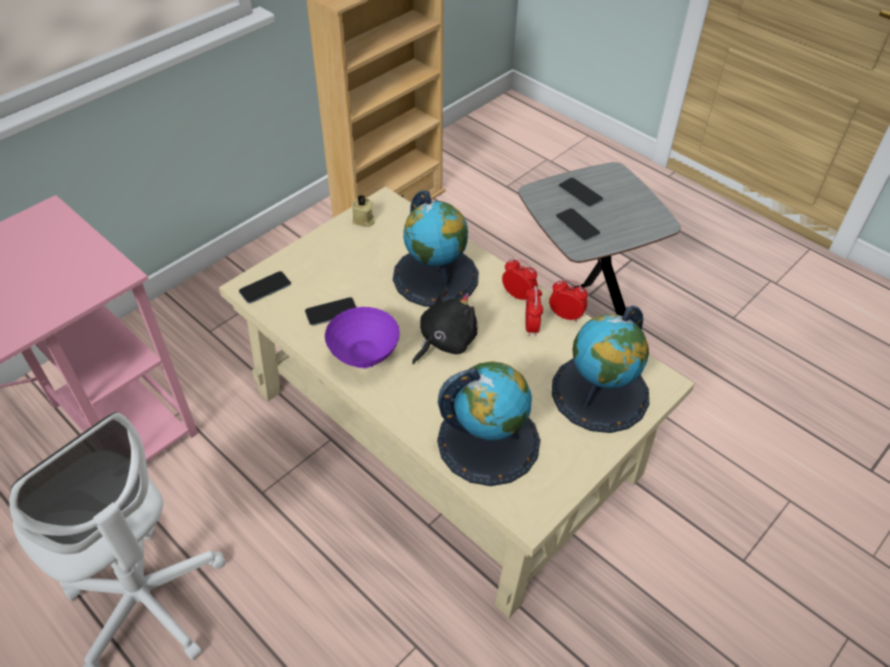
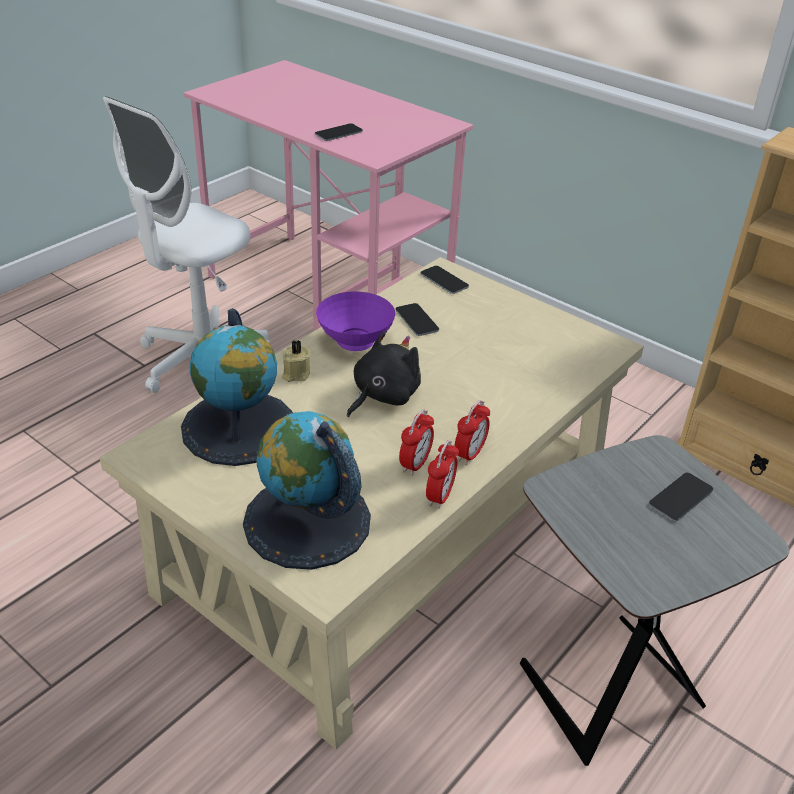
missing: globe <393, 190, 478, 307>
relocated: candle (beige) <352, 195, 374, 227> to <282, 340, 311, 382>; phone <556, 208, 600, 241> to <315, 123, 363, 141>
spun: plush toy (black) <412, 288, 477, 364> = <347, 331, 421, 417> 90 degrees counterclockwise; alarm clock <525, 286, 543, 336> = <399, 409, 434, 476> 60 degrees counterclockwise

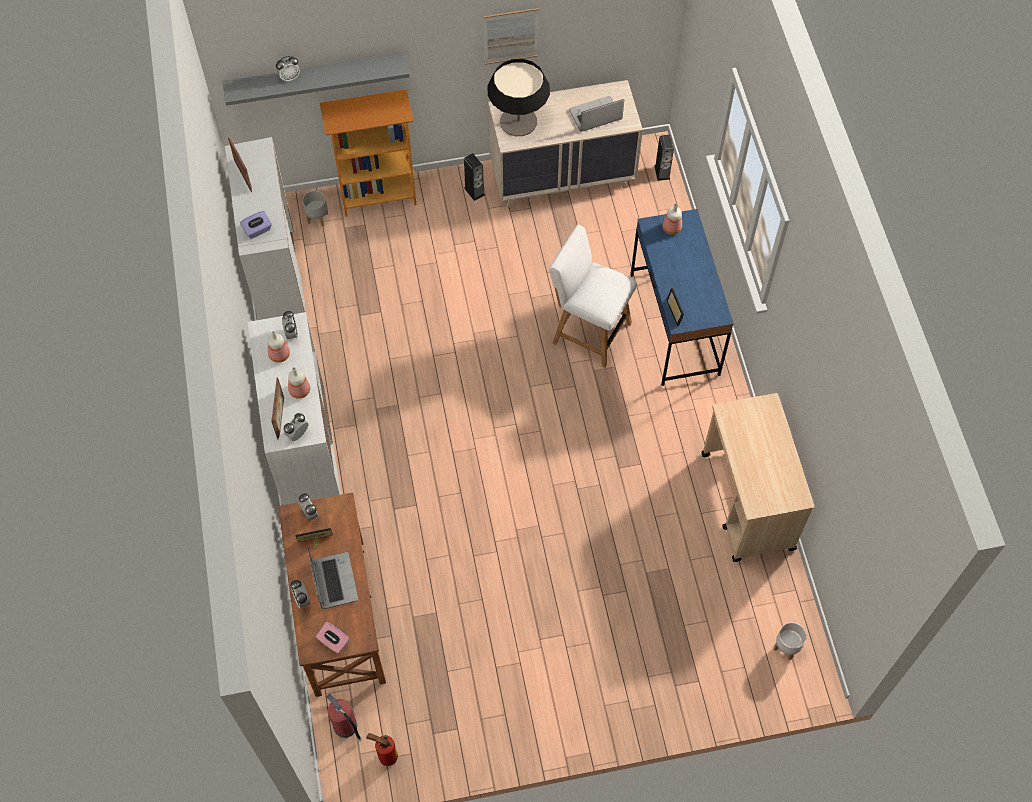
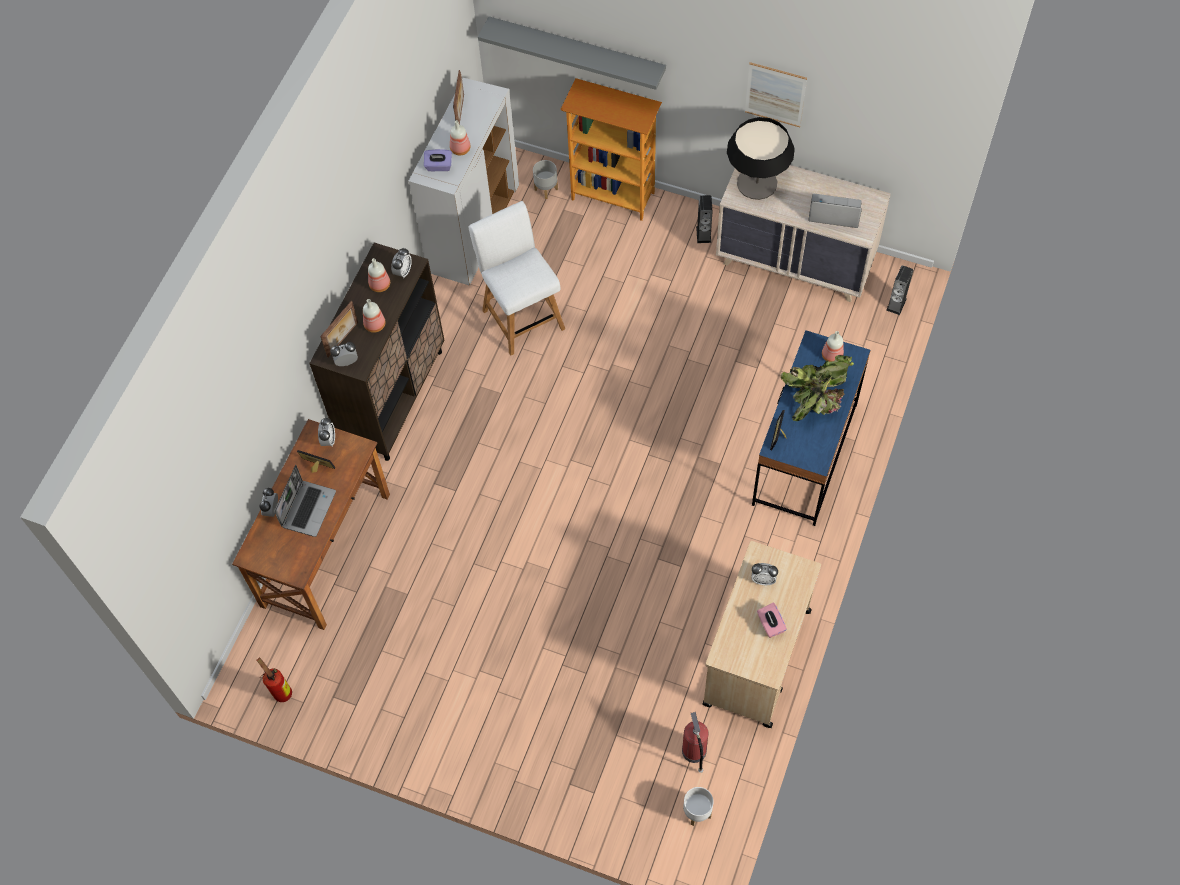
appeared: bottle <450, 120, 471, 155>; potted plant <781, 355, 854, 421>
relocated: chair (white) <549, 225, 636, 368> to <469, 201, 565, 356>; fire extinguisher <326, 693, 362, 742> to <682, 712, 708, 773>; alarm clock <276, 56, 300, 81> to <751, 563, 778, 585>; tissue box (pink) <316, 622, 350, 654> to <757, 603, 787, 638>
colour: cabinet (white) <247, 312, 341, 505> to cabinet (brown) <309, 243, 445, 461>

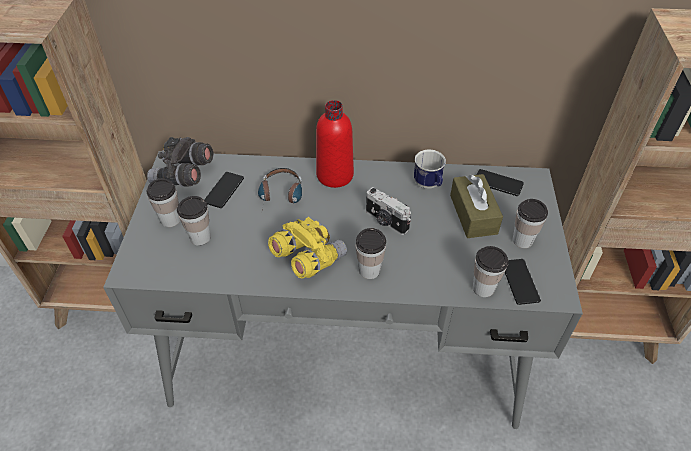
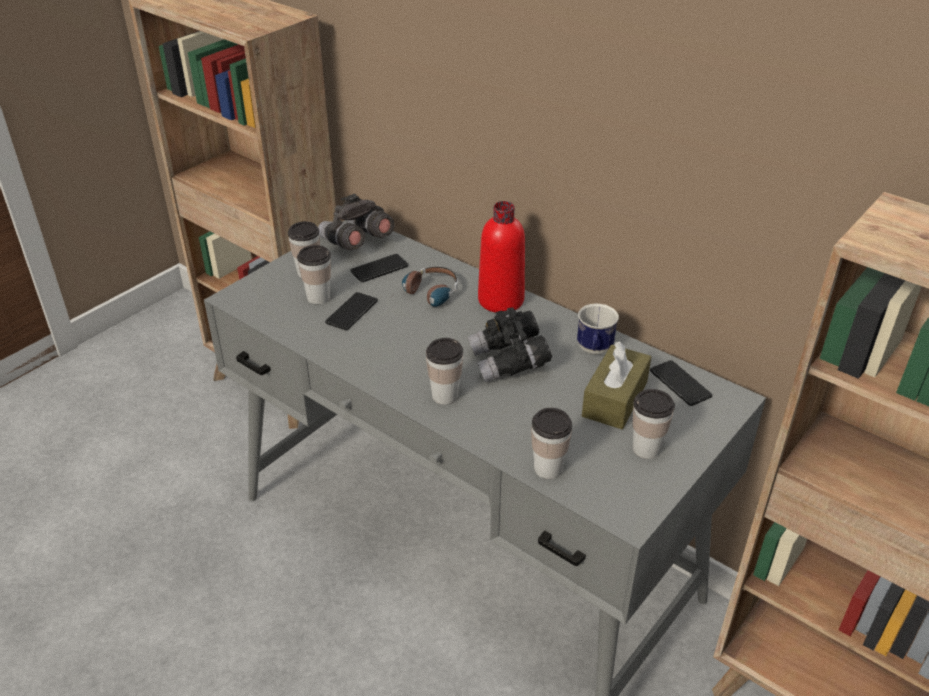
missing: binoculars (yellow) <268, 217, 347, 278>
relocated: phone <505, 259, 541, 305> to <325, 292, 378, 330>
exchanged: photo camera <366, 187, 411, 235> to binoculars (black) <468, 307, 552, 382>

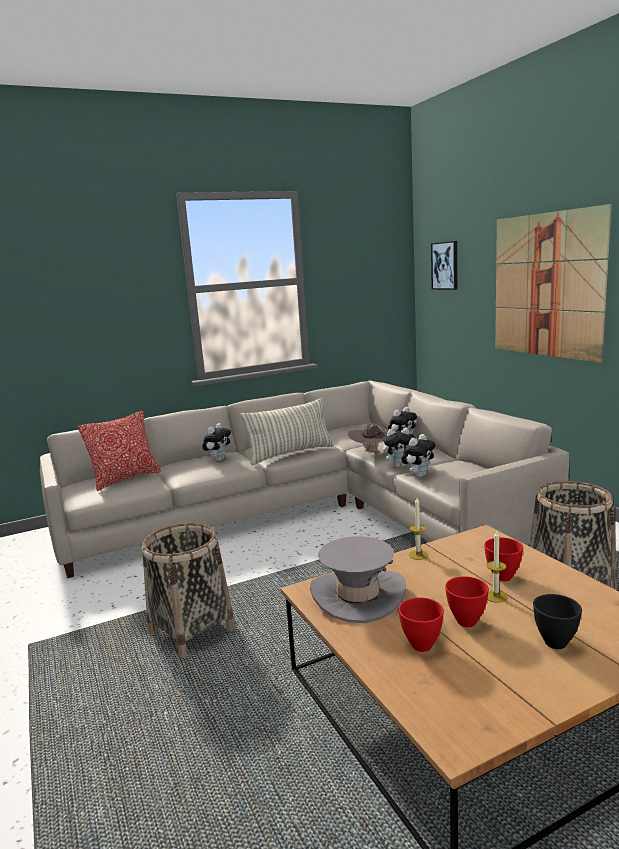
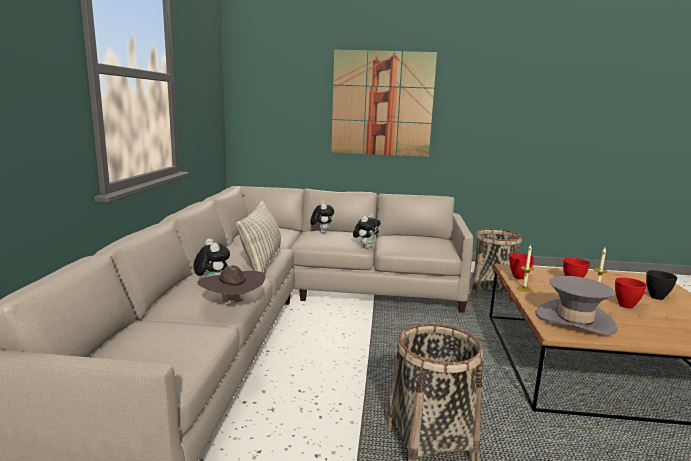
missing: pillow <78, 411, 161, 491>; plush toy <401, 434, 436, 478>; picture <431, 241, 457, 290>
relocated: hat (brown) <348, 424, 388, 453> to <198, 265, 266, 305>; bowl (red) <398, 597, 444, 652> to <509, 253, 535, 279>

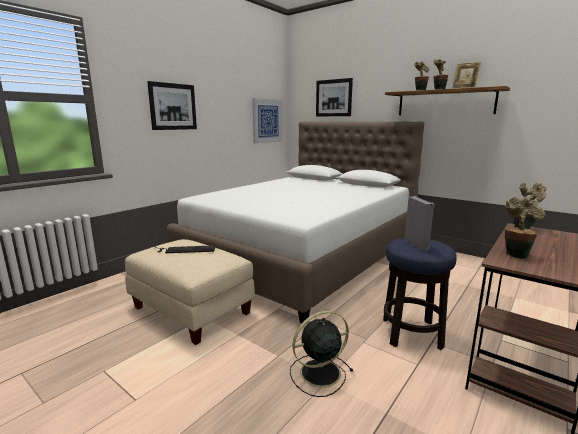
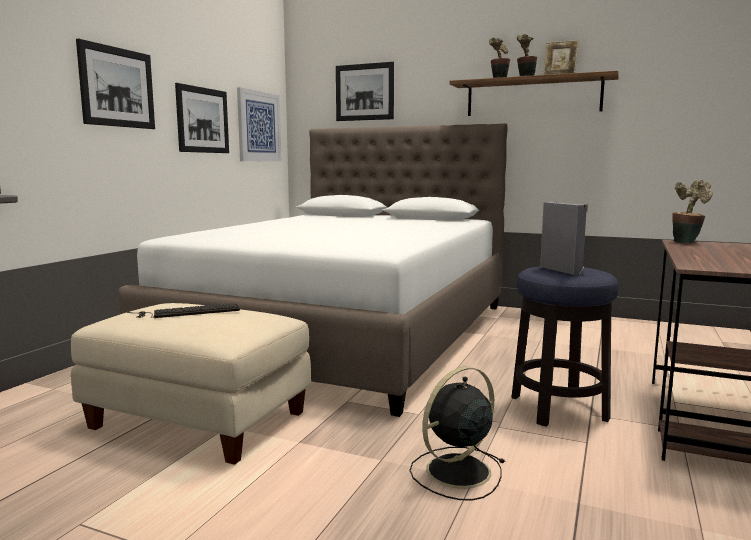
missing: potted plant <505, 197, 545, 259>
appeared: picture <175, 83, 229, 153>

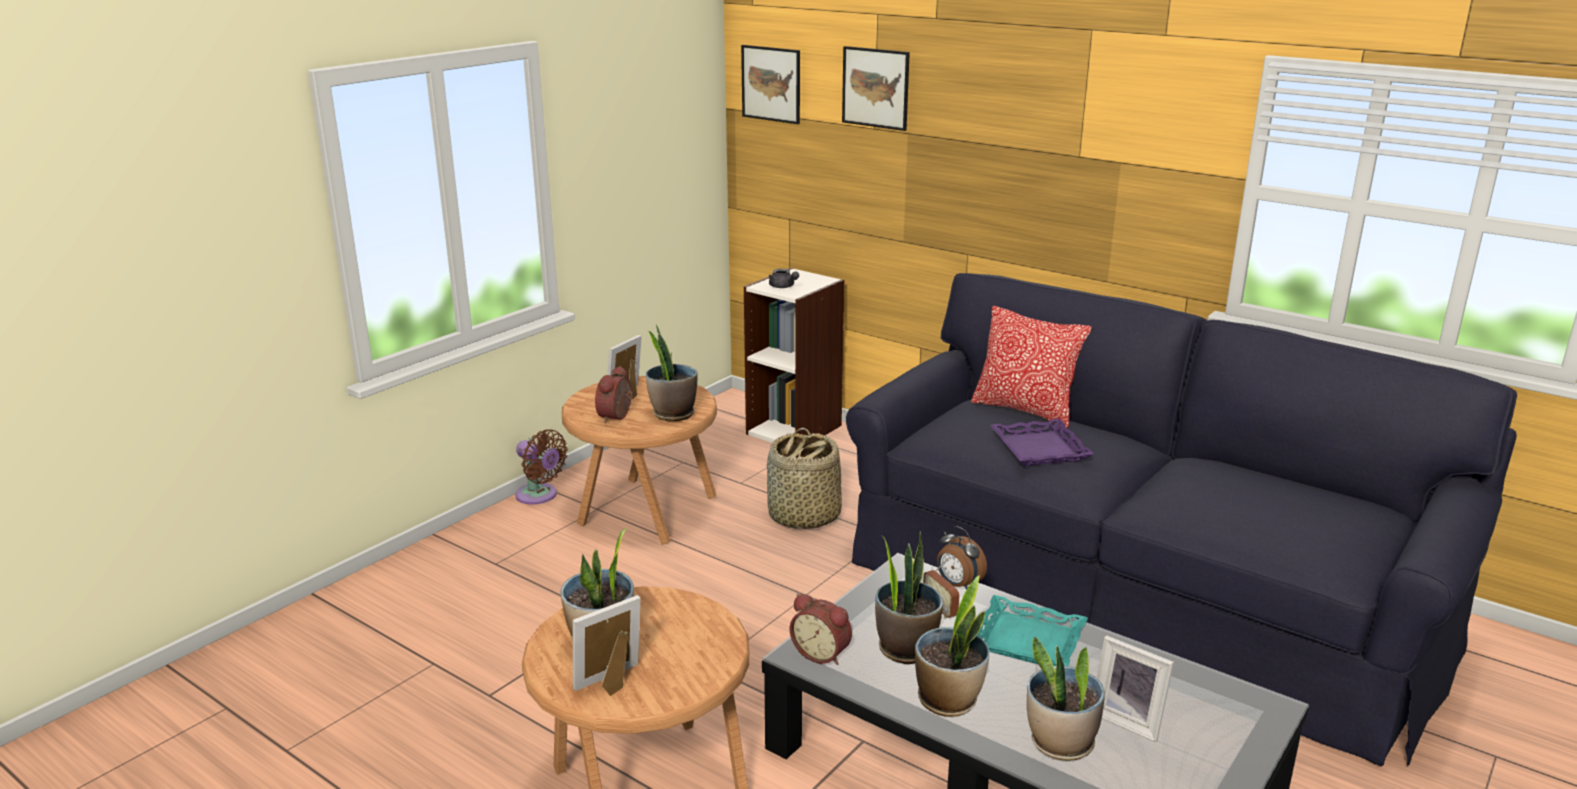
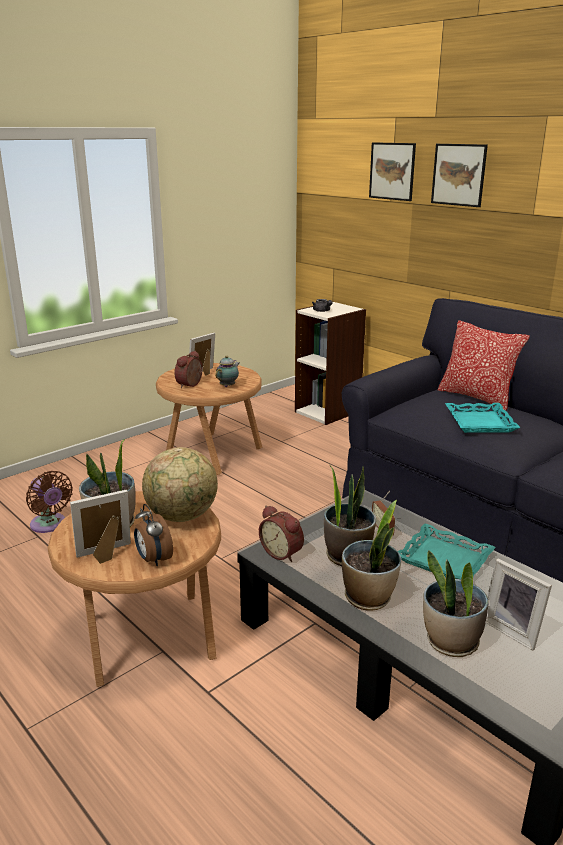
missing: basket <767, 428, 842, 529>
appeared: globe <142, 447, 218, 522>
relocated: fan (brown) <515, 430, 568, 504> to <26, 471, 73, 533>; alarm clock <937, 526, 987, 590> to <134, 504, 173, 566>; picture <741, 45, 800, 124> to <431, 144, 488, 207>
exchanged: potted plant <646, 325, 698, 421> to teapot <215, 355, 239, 387>
colour: tray (purple) <990, 419, 1094, 466> to tray (turquoise) <445, 403, 520, 433>

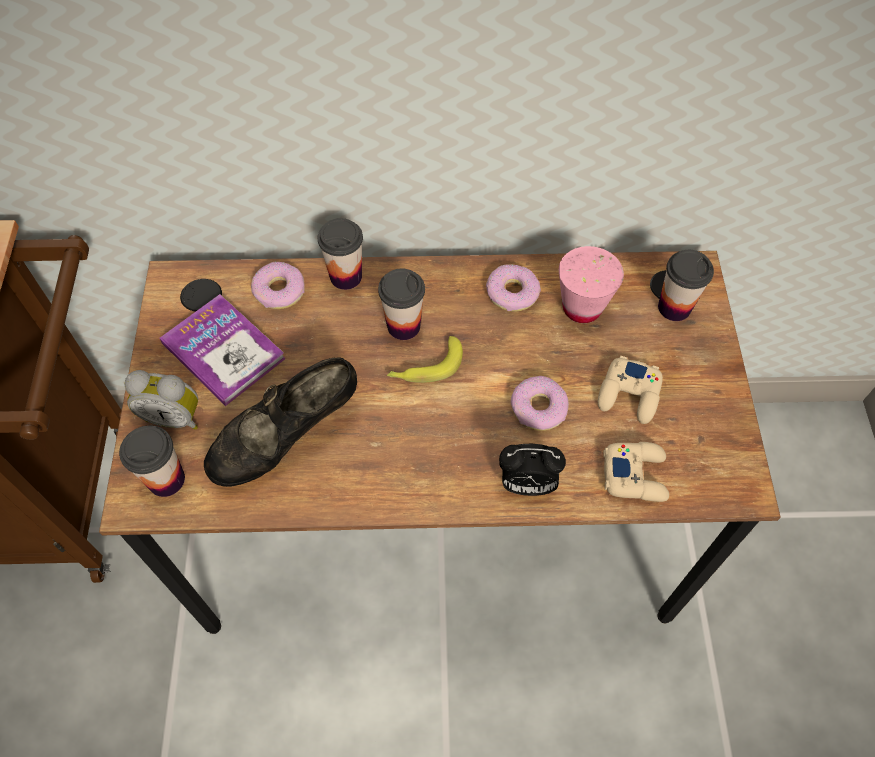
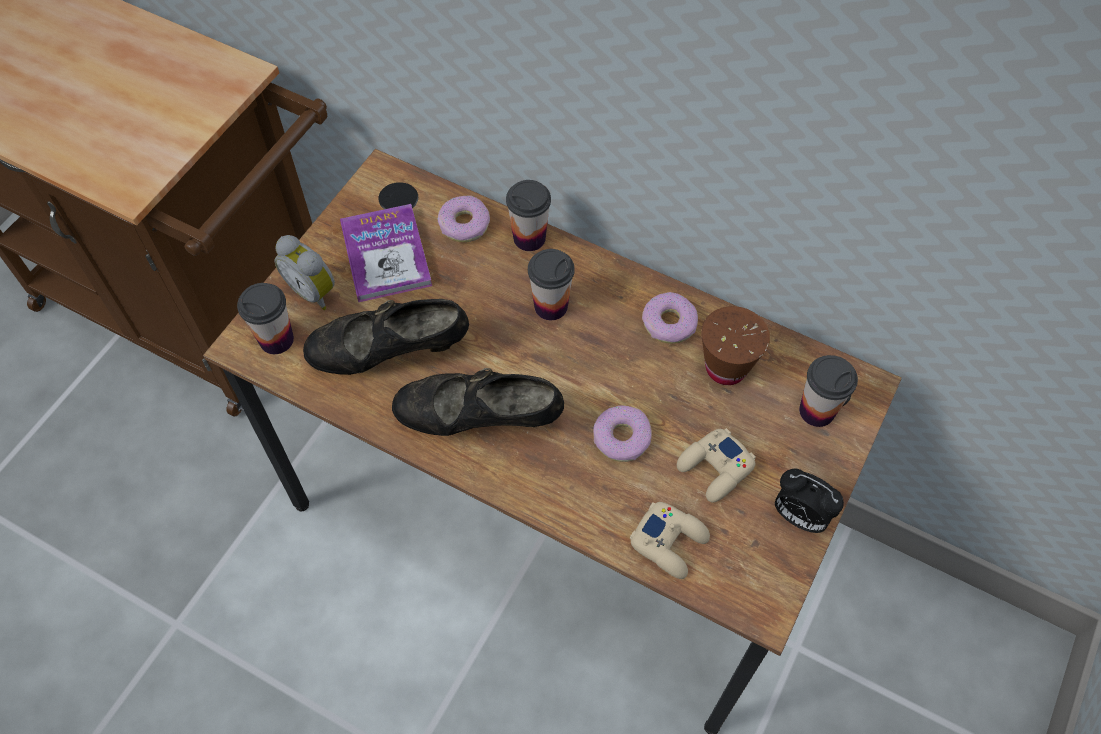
missing: banana <387, 336, 463, 383>
appeared: shoe (black) <392, 368, 564, 436>
relocated: alarm clock <499, 444, 566, 496> to <775, 469, 844, 533>
colour: cup (pink) <559, 246, 624, 323> to cup (brown) <701, 306, 770, 385>

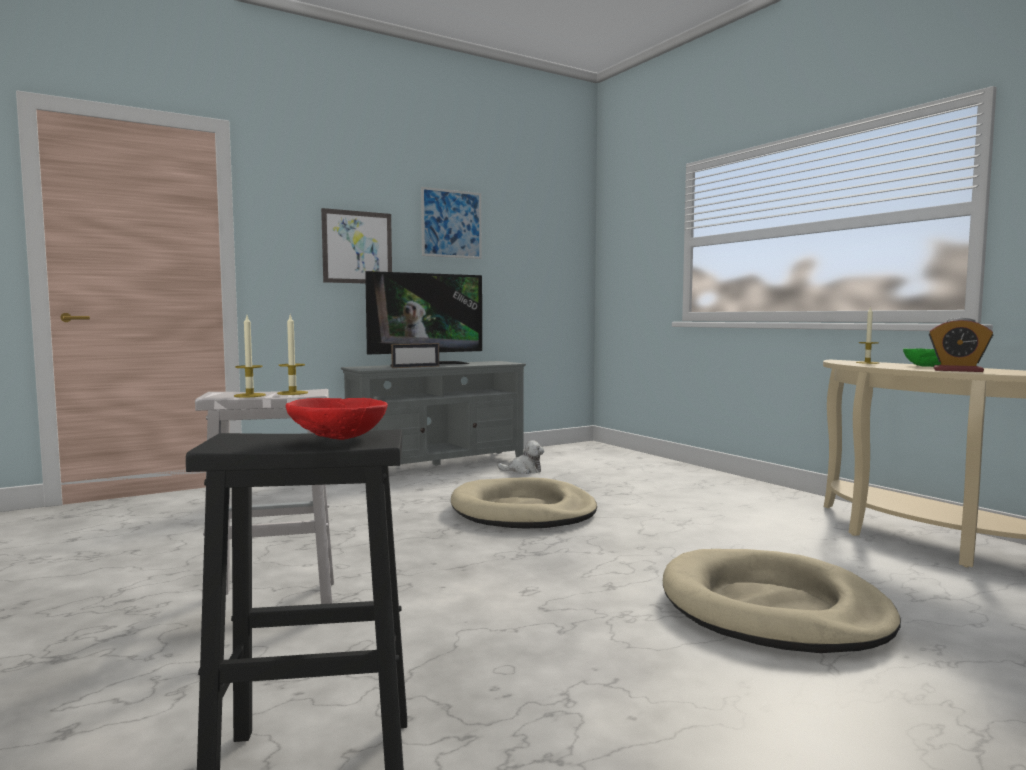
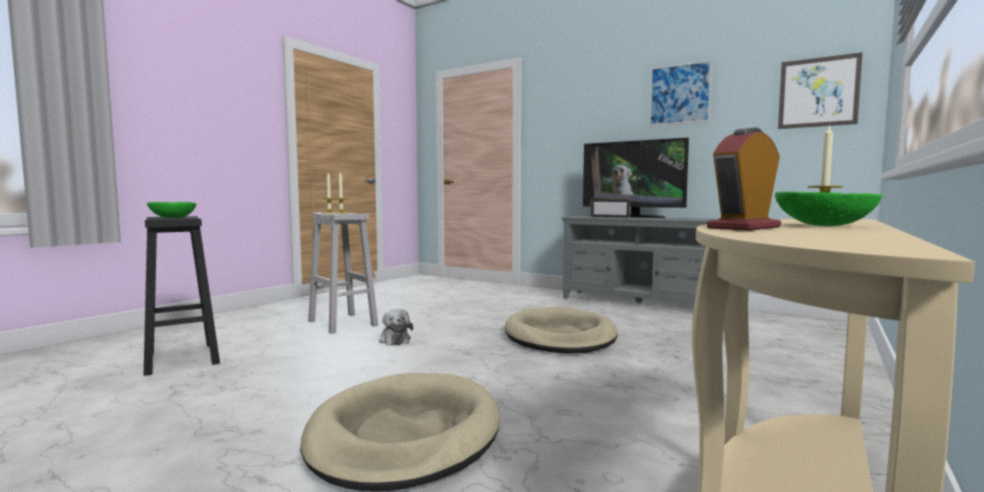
relocated: plush toy <497, 440, 544, 474> to <379, 309, 413, 346>; picture <321, 208, 392, 284> to <778, 52, 863, 129>
colour: bowl (red) <286, 398, 388, 440> to bowl (green) <147, 202, 196, 218>
spun: alarm clock <929, 318, 993, 372> = <707, 128, 781, 231> 45 degrees clockwise

